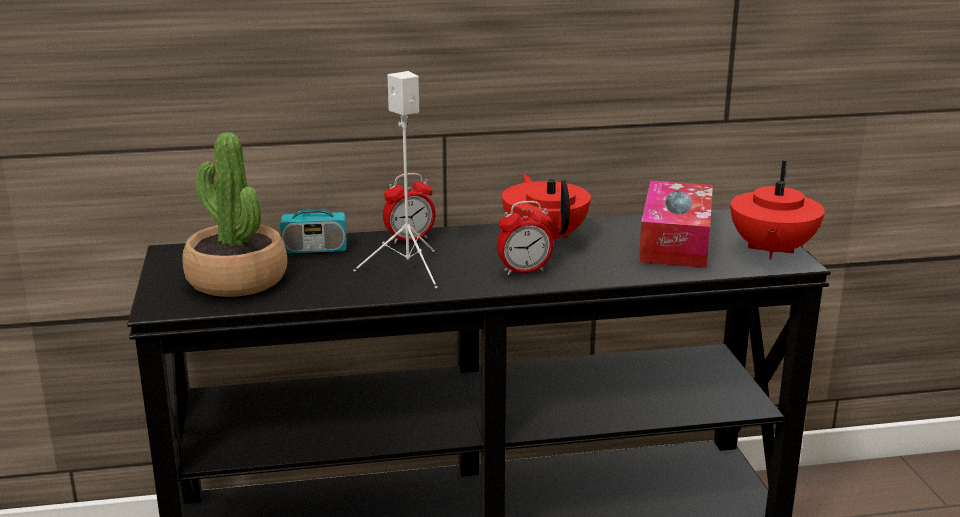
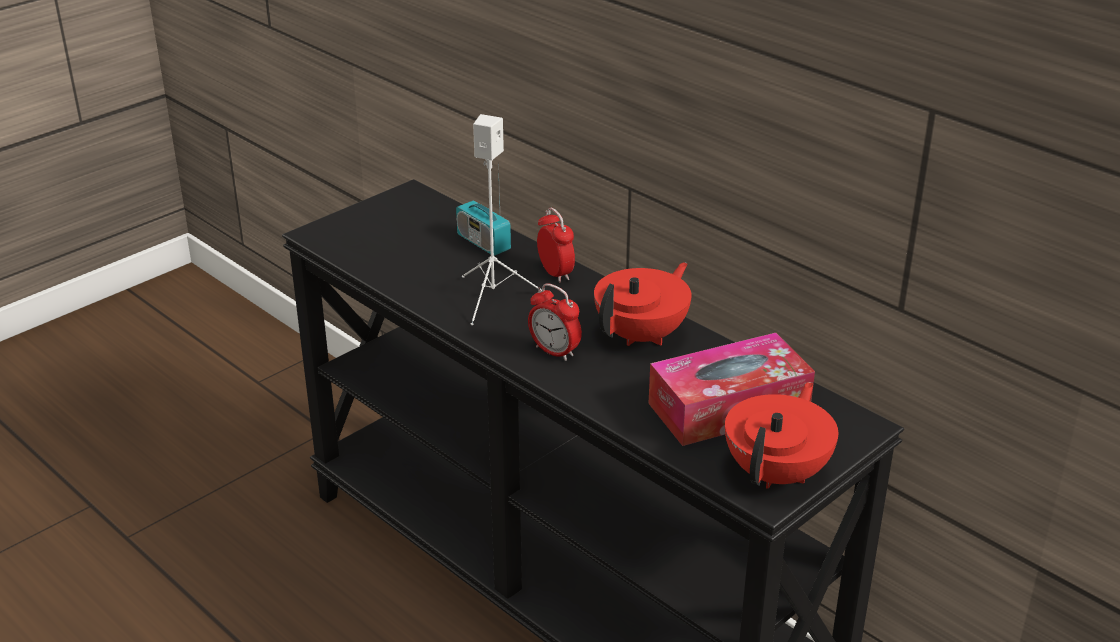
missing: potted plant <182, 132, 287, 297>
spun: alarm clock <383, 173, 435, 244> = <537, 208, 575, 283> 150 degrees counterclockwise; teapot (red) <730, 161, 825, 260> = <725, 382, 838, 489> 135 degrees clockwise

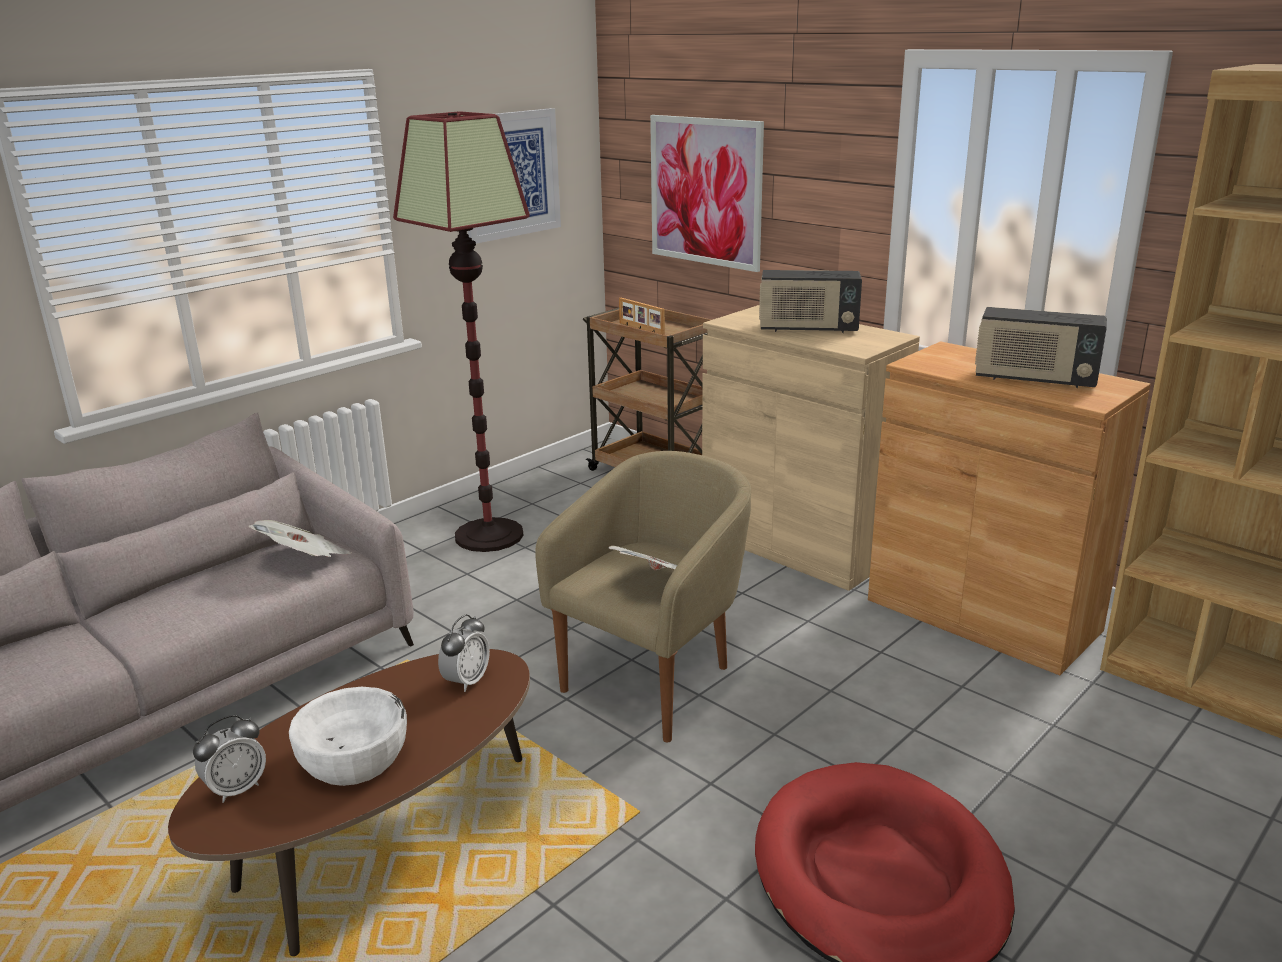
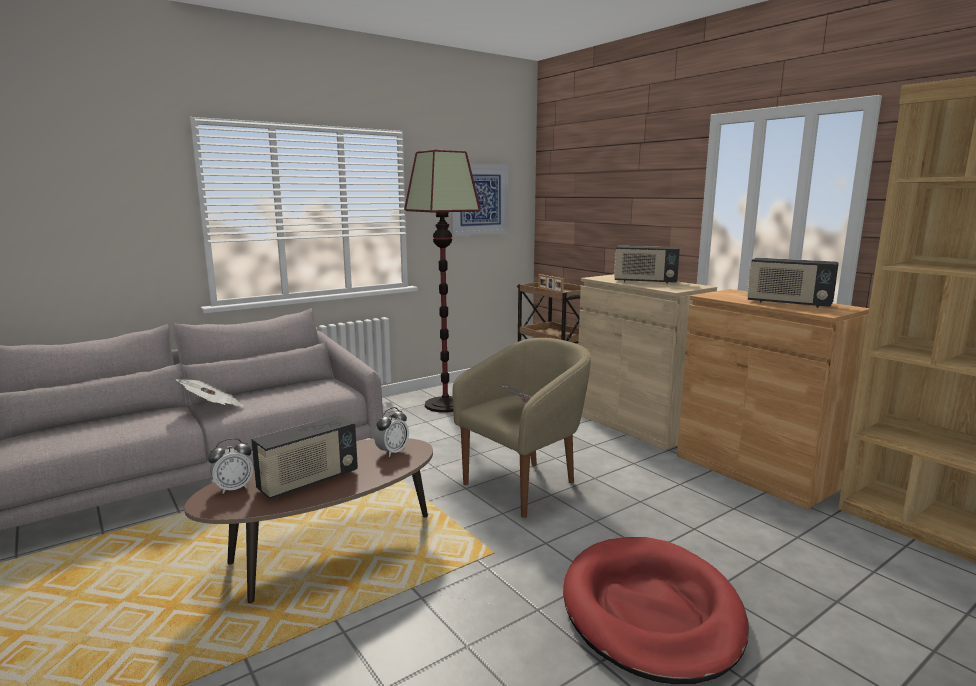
missing: picture <650, 115, 764, 272>
relocated: newspaper <248, 520, 352, 557> to <176, 379, 244, 406>
exchanged: bowl (white) <289, 687, 407, 786> to radio <251, 415, 358, 499>

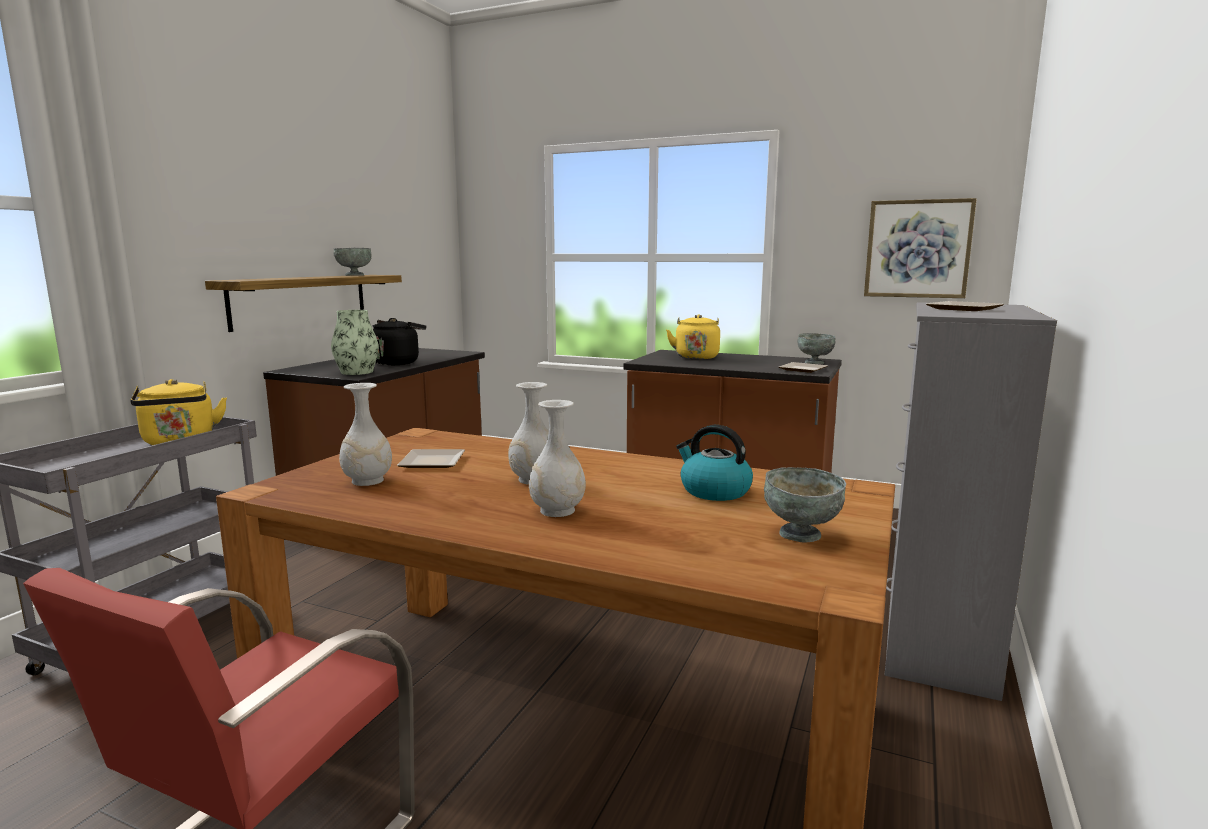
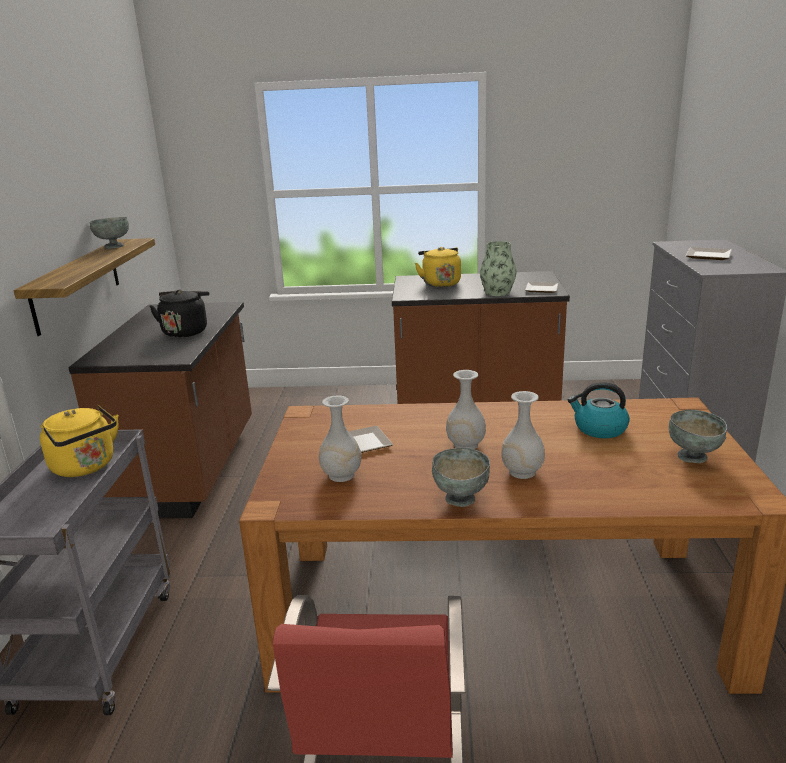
missing: picture <864, 198, 977, 298>
relocated: bowl (grey) <797, 333, 836, 364> to <432, 448, 490, 507>; vase <331, 310, 379, 375> to <480, 241, 516, 296>

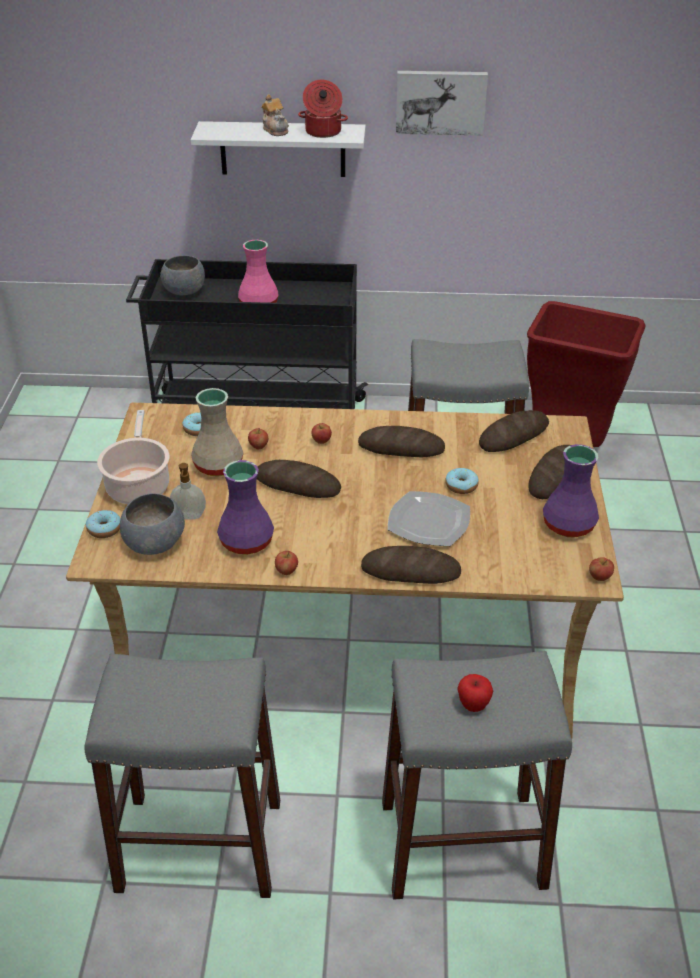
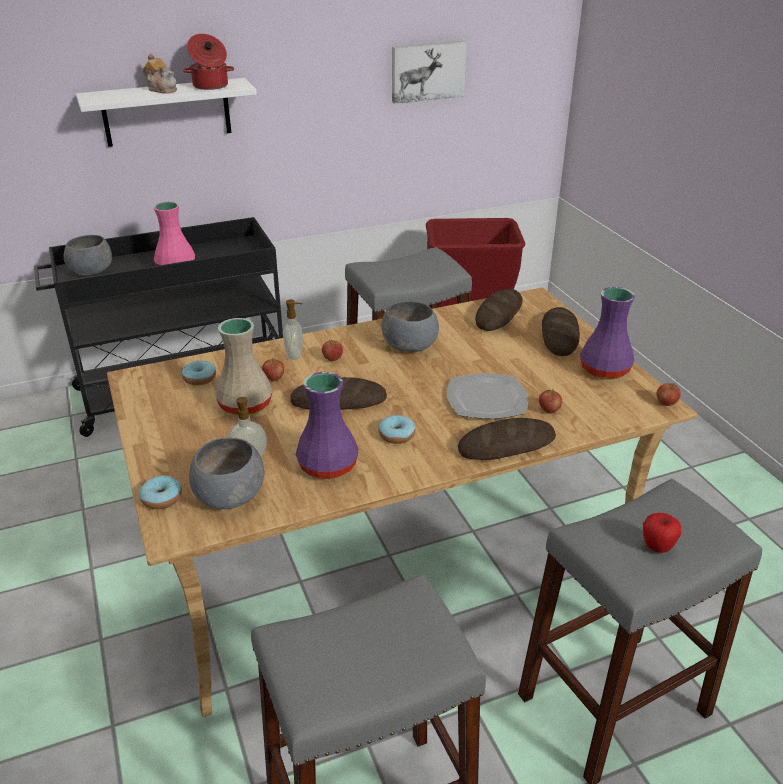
missing: cooking pot <97, 410, 170, 504>
appeared: soap dispenser <283, 299, 303, 360>
relocated: donut <445, 468, 479, 494> to <378, 415, 415, 444>; picture <396, 71, 488, 135> to <392, 41, 467, 104>; apple <275, 551, 298, 575> to <539, 390, 562, 414>
exchanged: bread <358, 426, 445, 457> to bowl (grey) <381, 301, 439, 352>

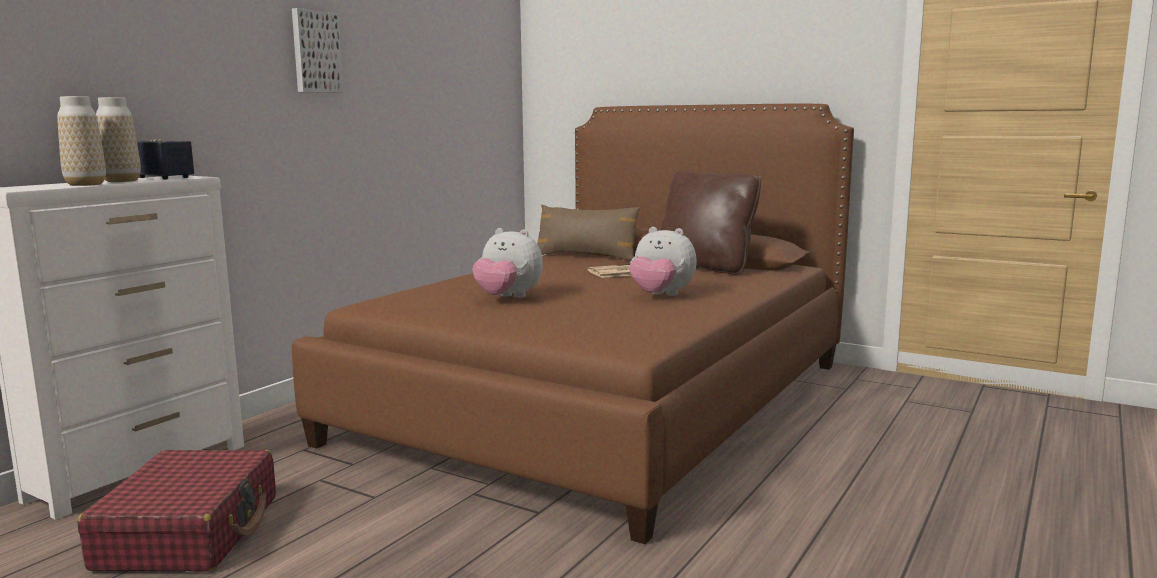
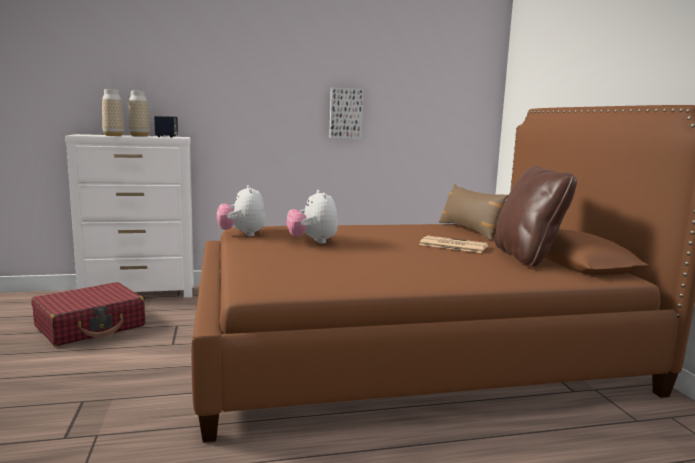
relocated: plush toy <630, 227, 697, 296> to <217, 185, 266, 236>; picture <292, 8, 344, 93> to <329, 88, 364, 139>

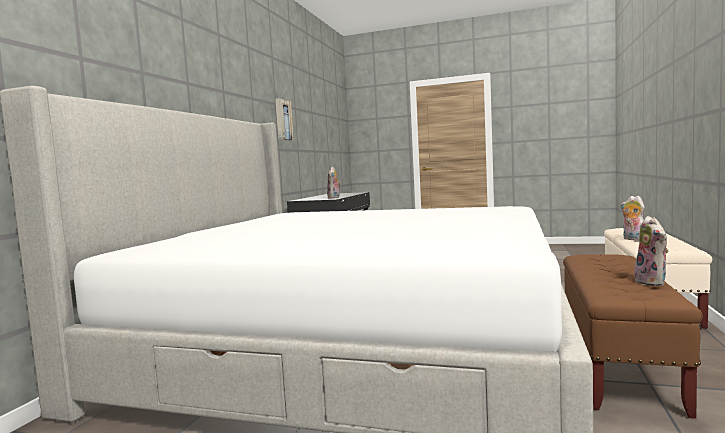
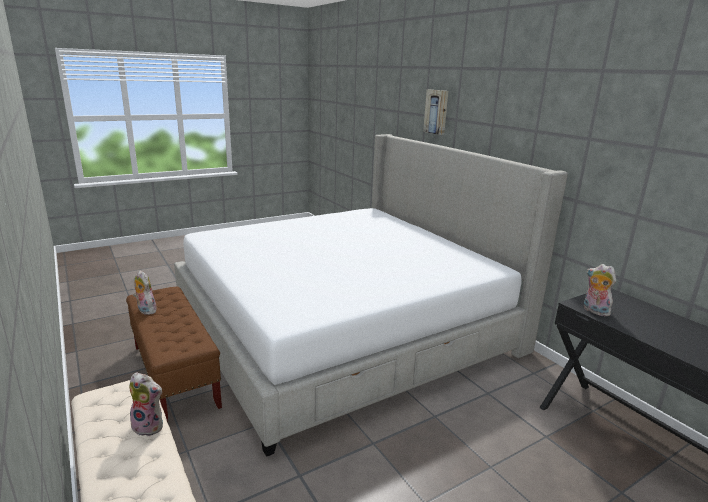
relocated: picture <275, 98, 294, 141> to <423, 90, 448, 135>

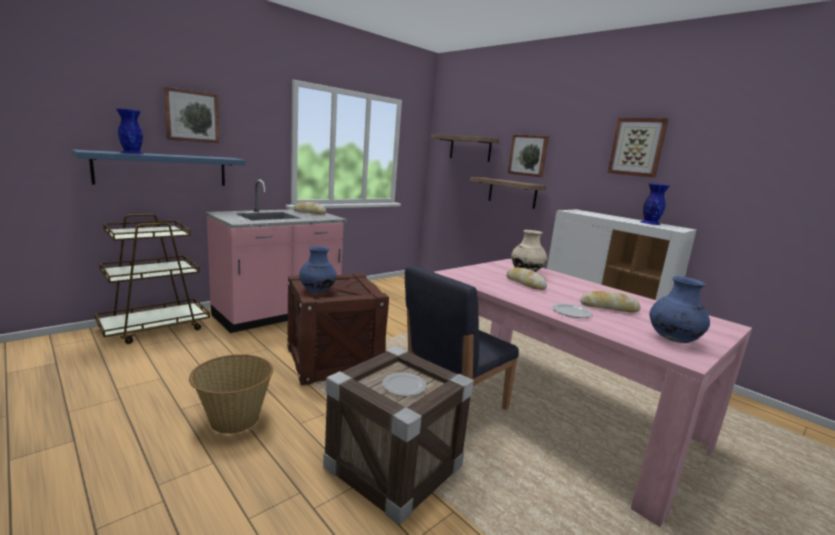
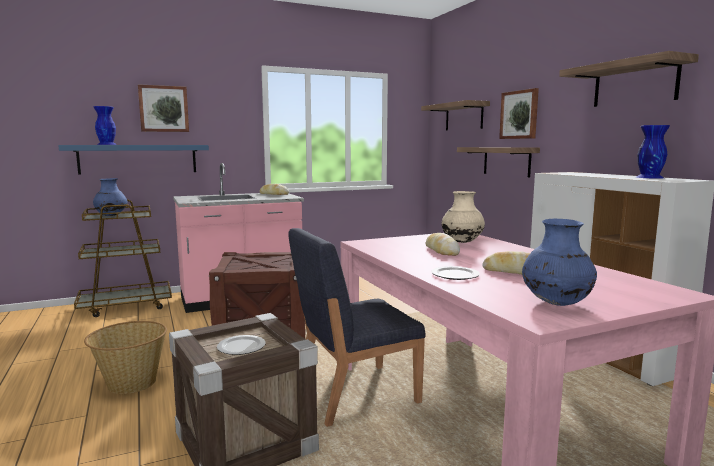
relocated: vase (blue) <299, 246, 337, 292> to <93, 178, 127, 216>
exchanged: picture <607, 118, 669, 178> to shelf <559, 51, 699, 107>

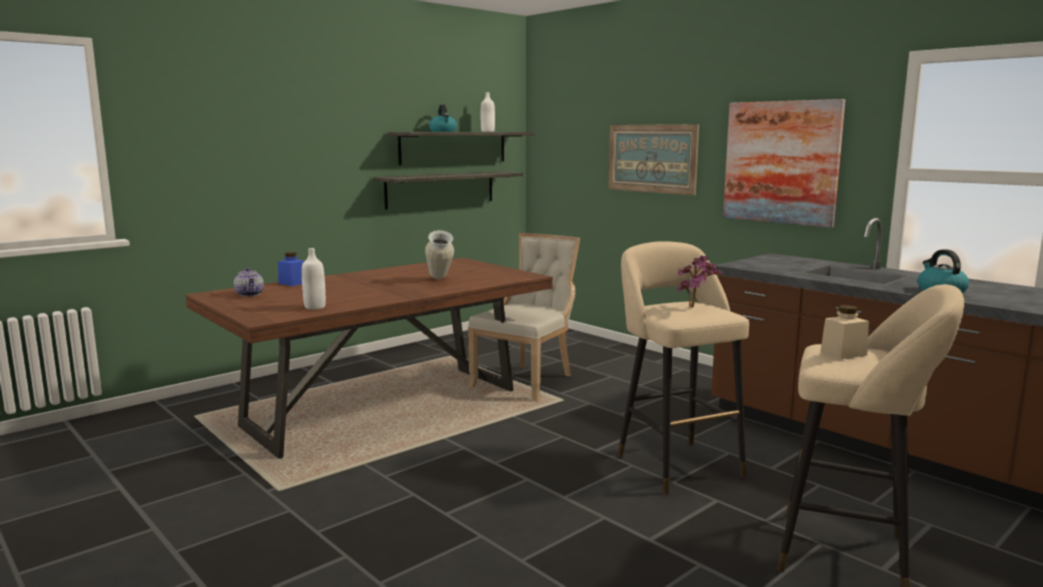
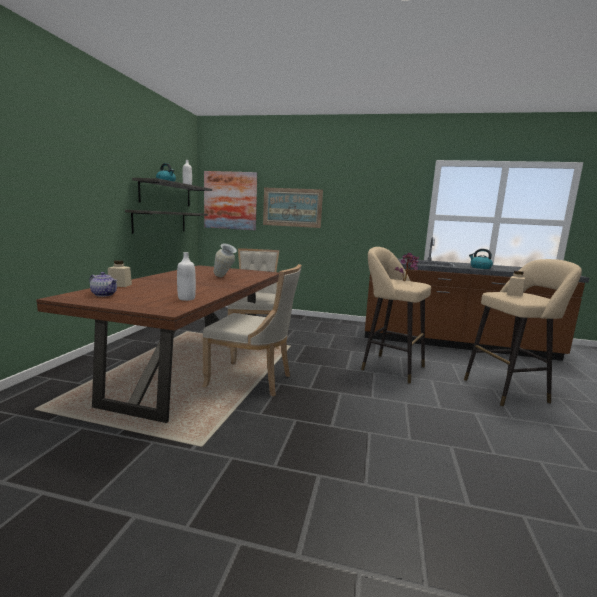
appeared: chair (beige) <202, 264, 302, 396>
relocated: picture <723, 99, 845, 228> to <204, 171, 257, 230>
colour: jar (blue) <278, 252, 304, 286> to jar (beige) <108, 260, 132, 287>

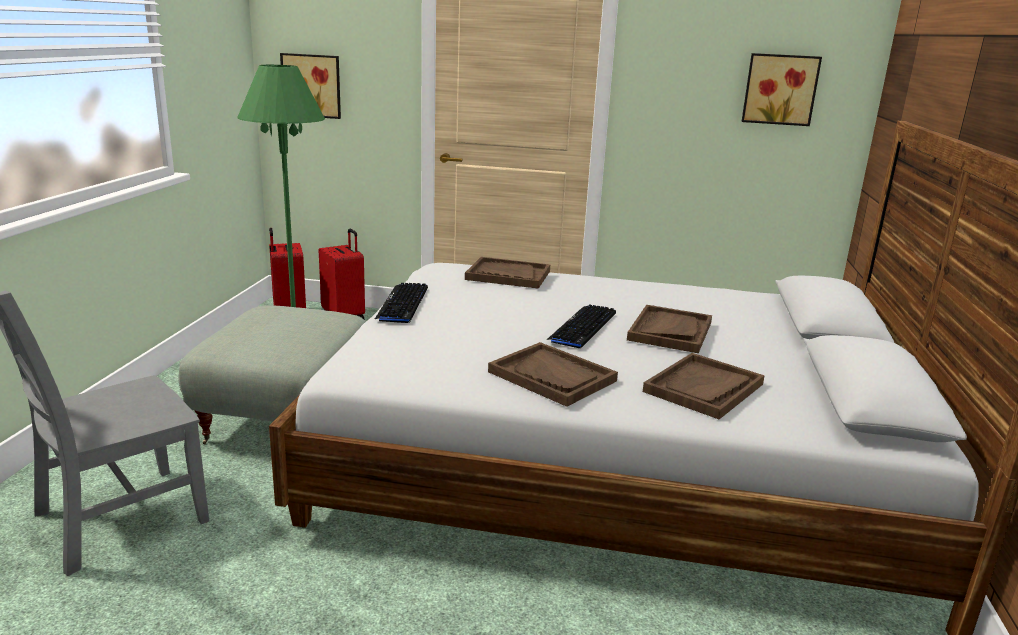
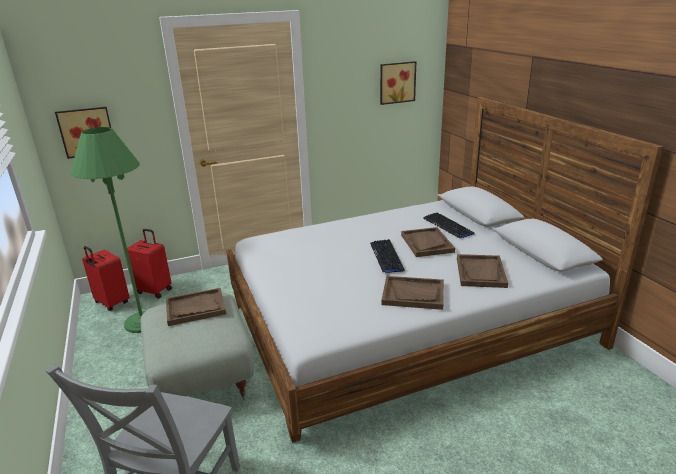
relocated: tray (brown) <465, 257, 550, 289> to <166, 288, 226, 326>; keyboard <375, 283, 428, 323> to <423, 212, 475, 238>

